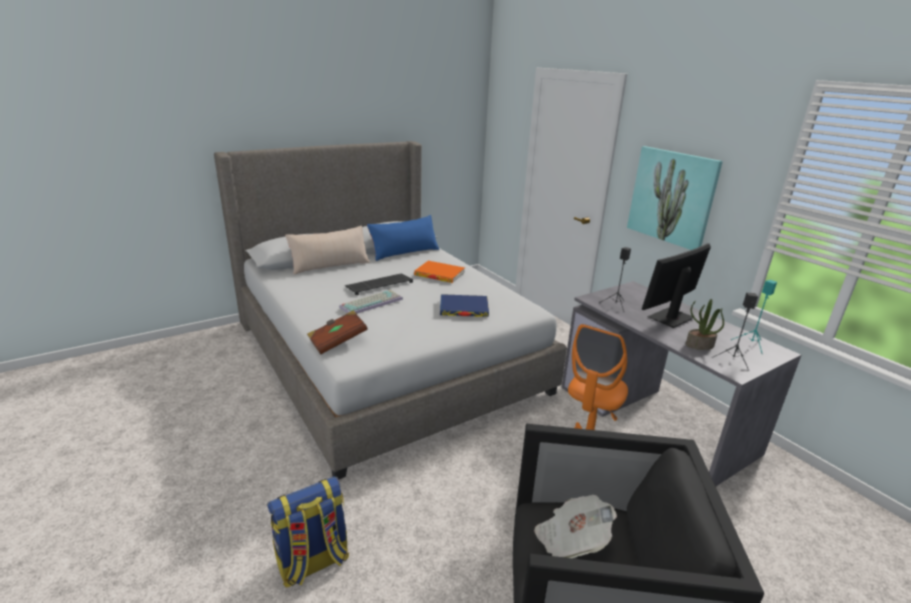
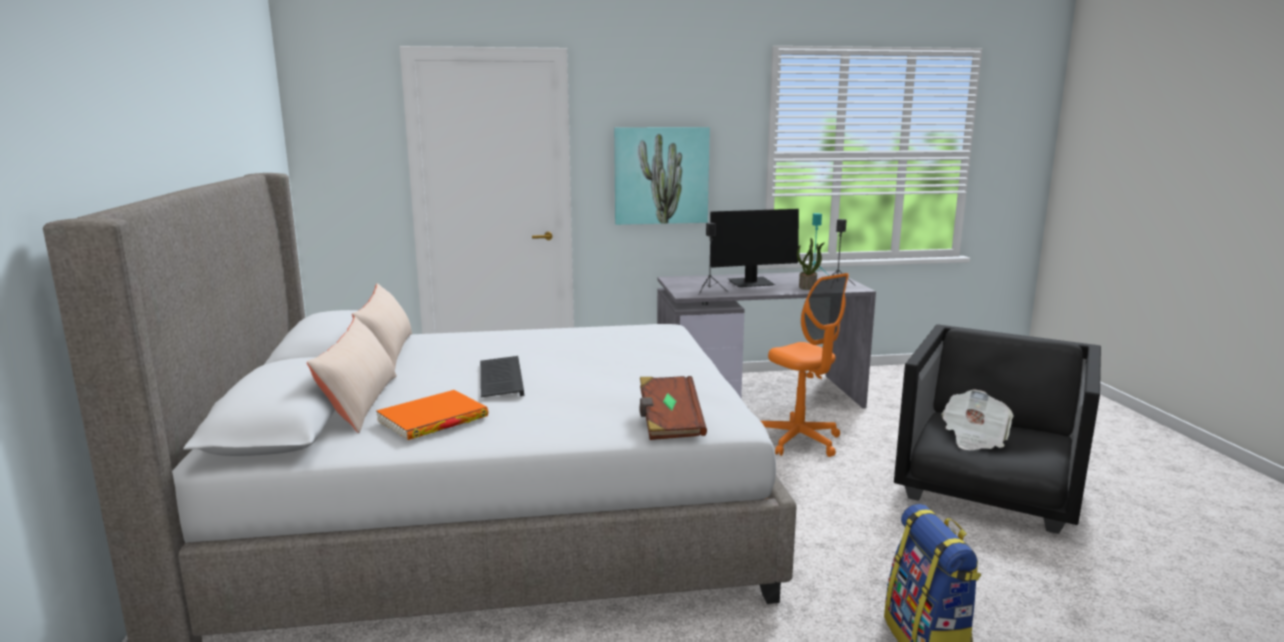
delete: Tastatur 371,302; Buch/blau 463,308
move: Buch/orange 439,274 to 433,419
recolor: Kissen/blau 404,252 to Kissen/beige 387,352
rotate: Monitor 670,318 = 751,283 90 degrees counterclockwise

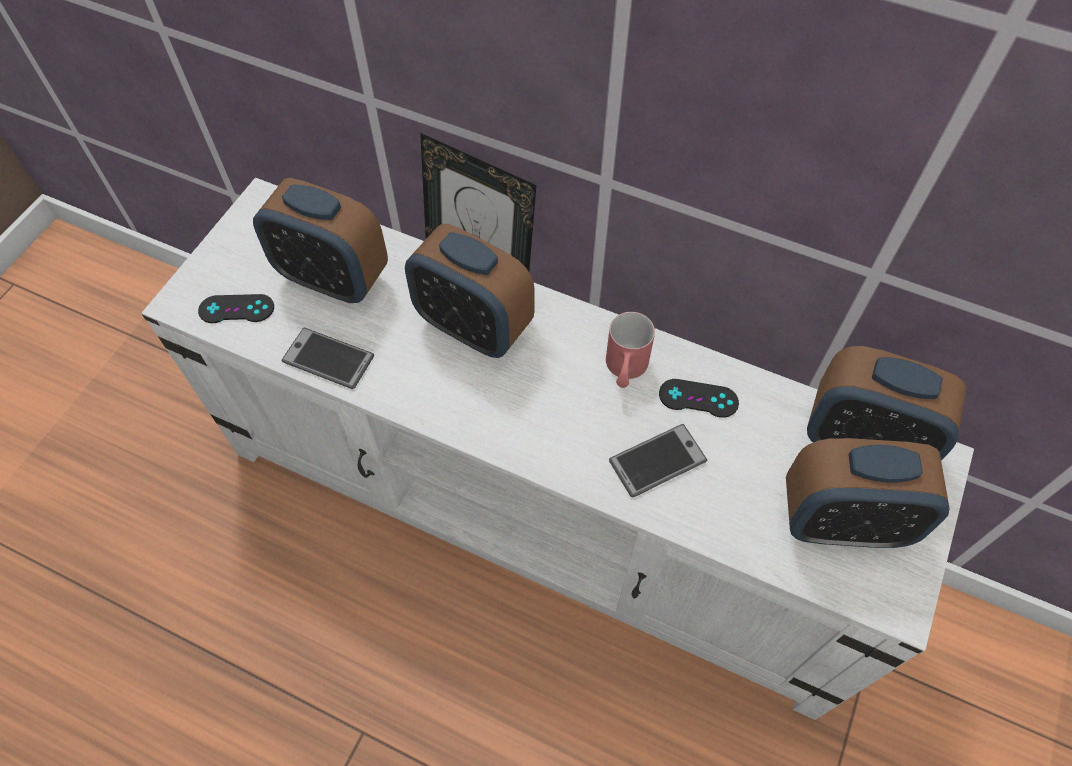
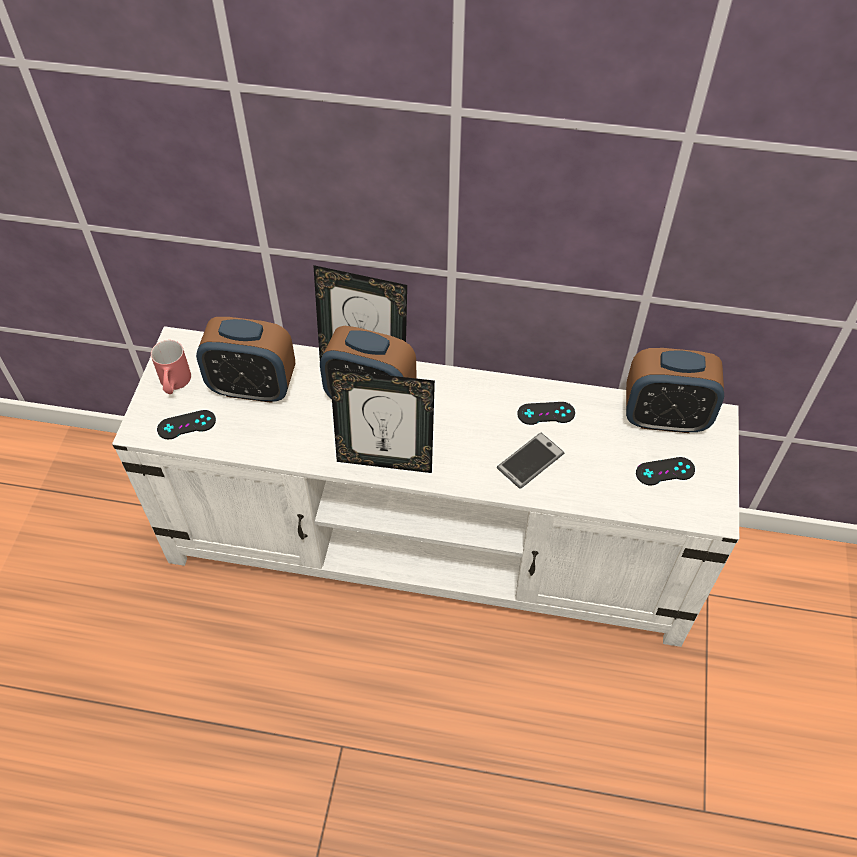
delete: Handy 328,359
insert: Bilderrahmen 385,460
move: Henkelbecher/rot 625,371 to 174,384
replace: Wecker 842,521 to Gamepad/schwarz 665,471

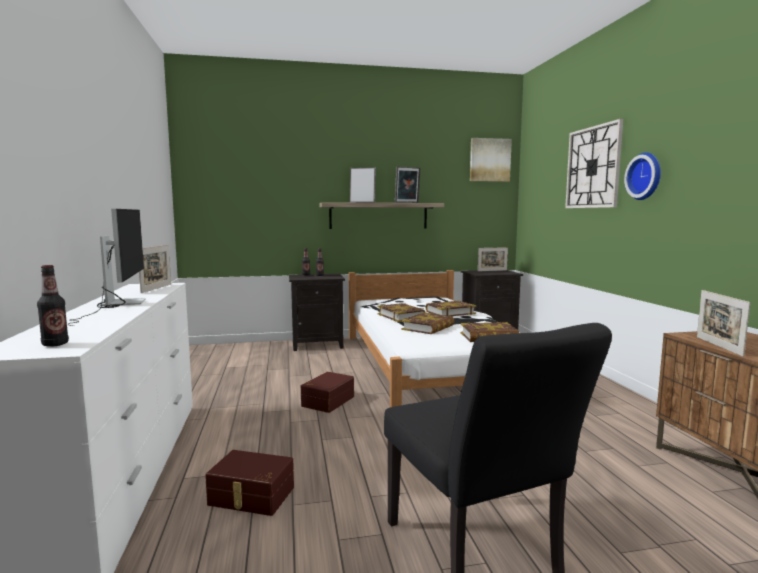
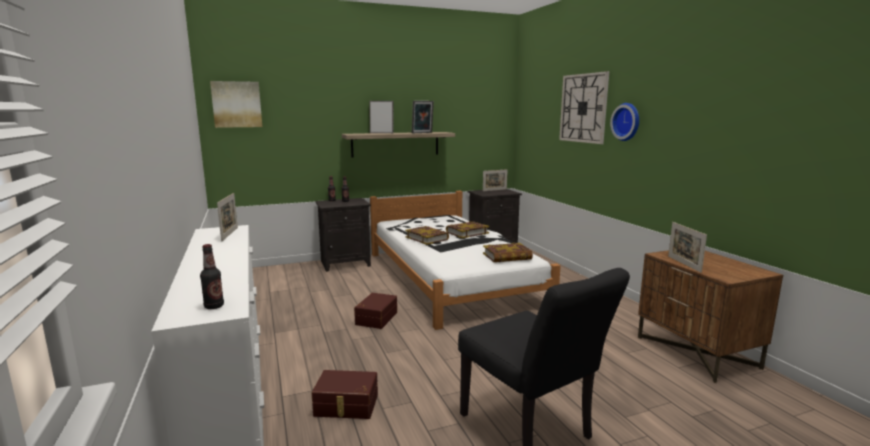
delete: Monitor 118,305; Buch 428,327
move: Bild 489,160 to 237,104

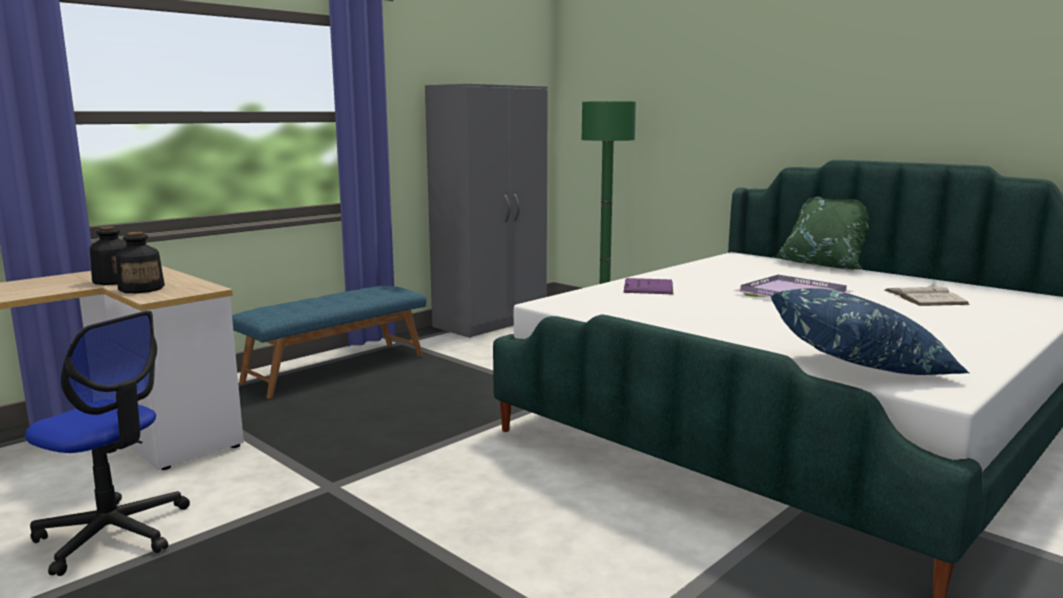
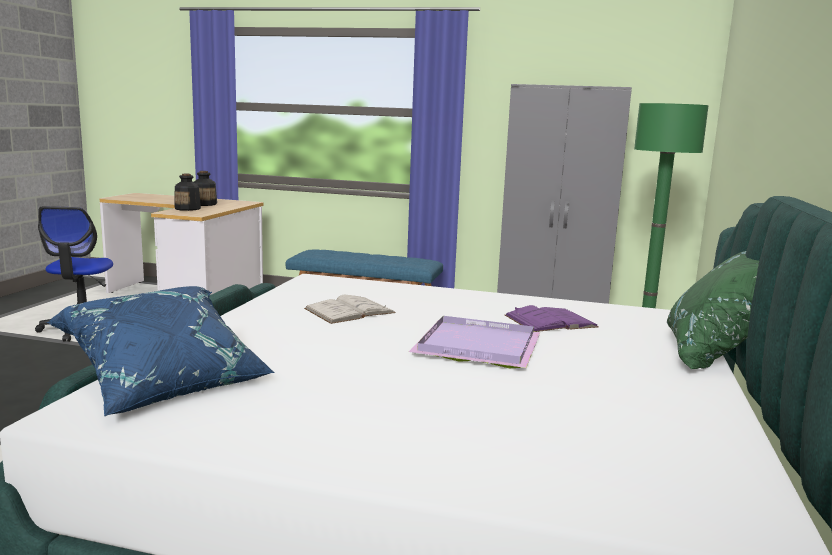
move: Buch/lila 648,287 to 550,321; Buch/weiß 925,297 to 349,311

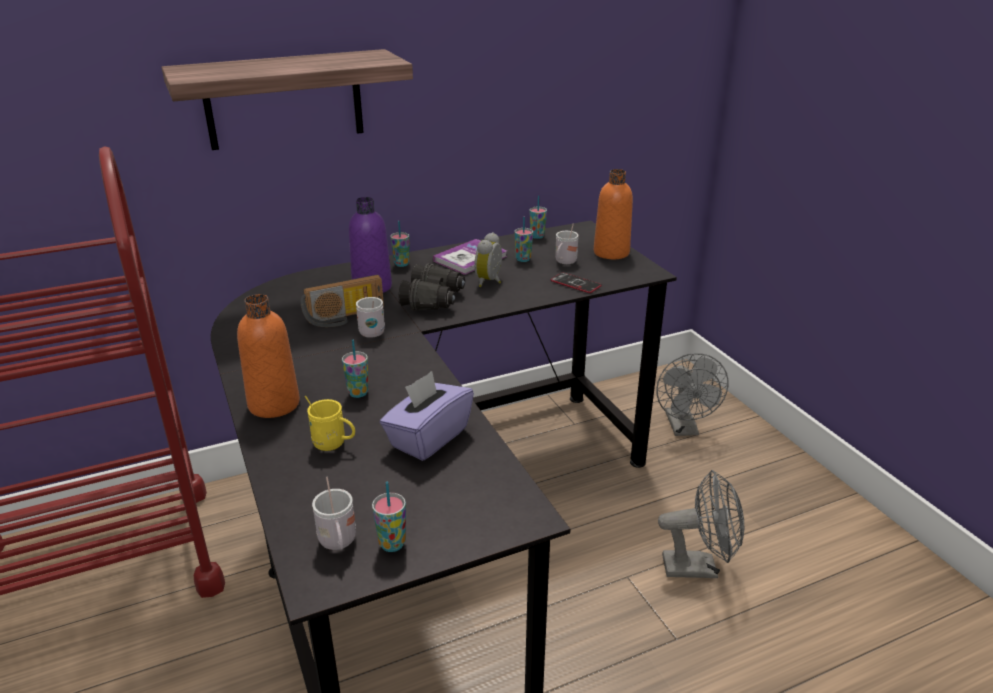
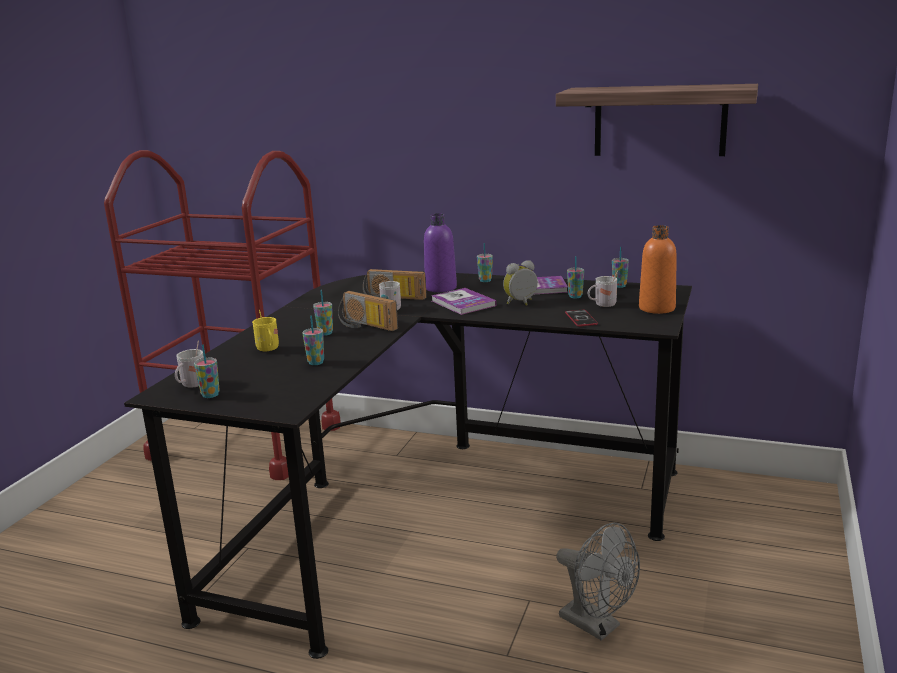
delete: Flasche/orange 274,404; Ventilator/grau 684,428
insert: Radio 365,326
move: Wandregal 284,99 to 659,121
replace: Fernglas/schwarz 434,299 to Buch 463,303; Taschentuchbox/lila 428,437 to Tasse 316,362

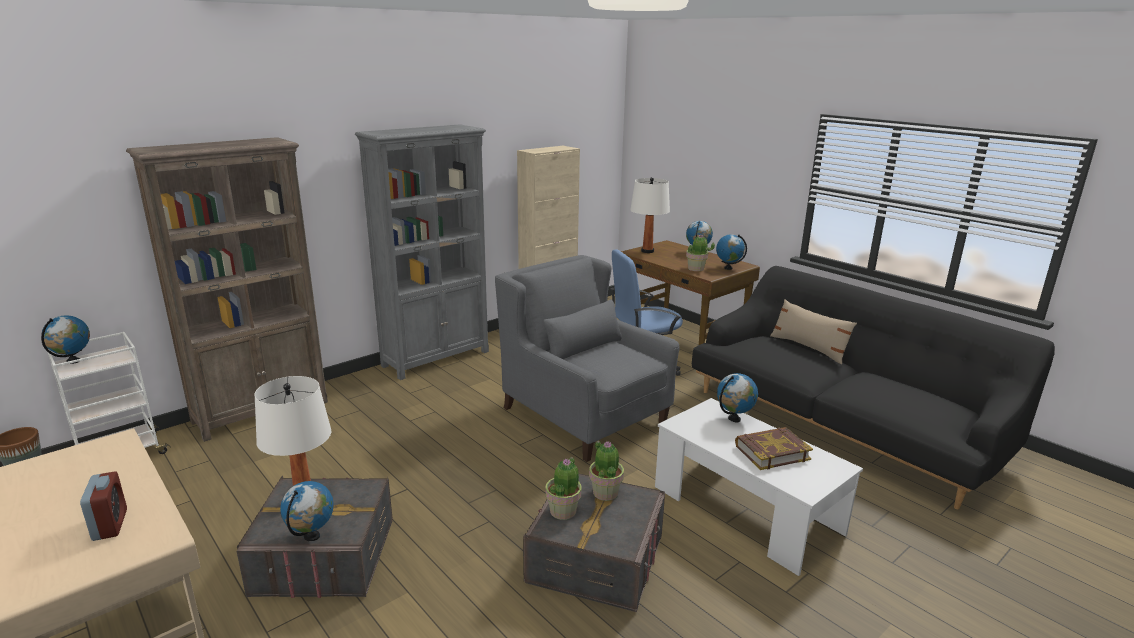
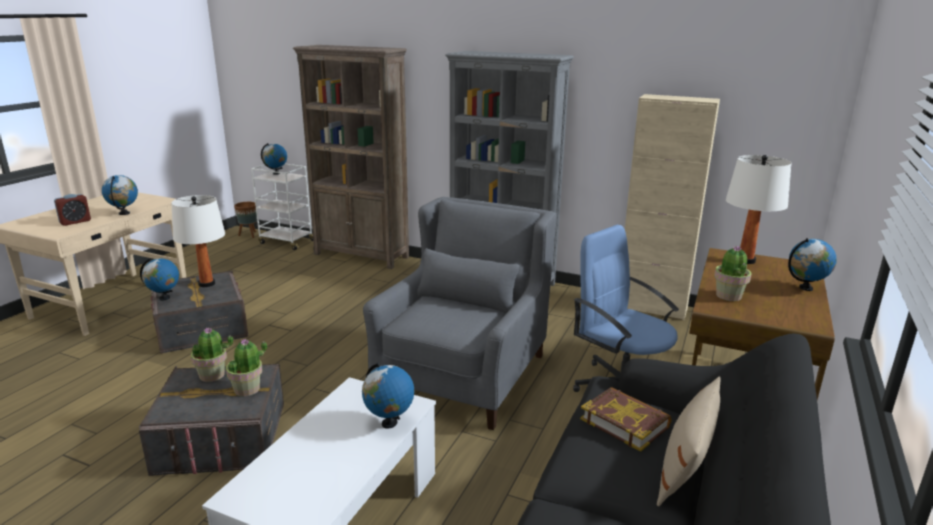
move: Globus 728,268 to 124,213; Buch 771,452 to 625,422

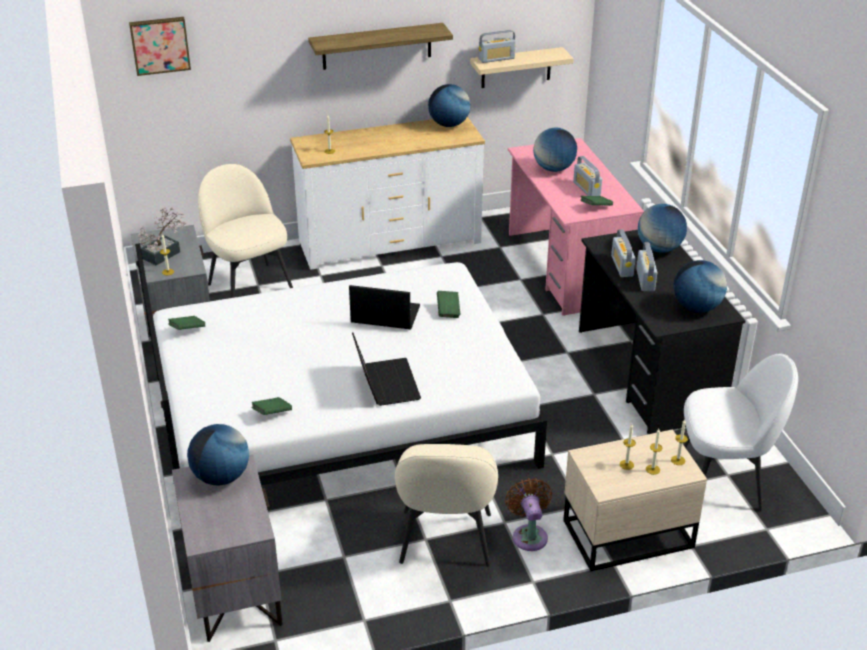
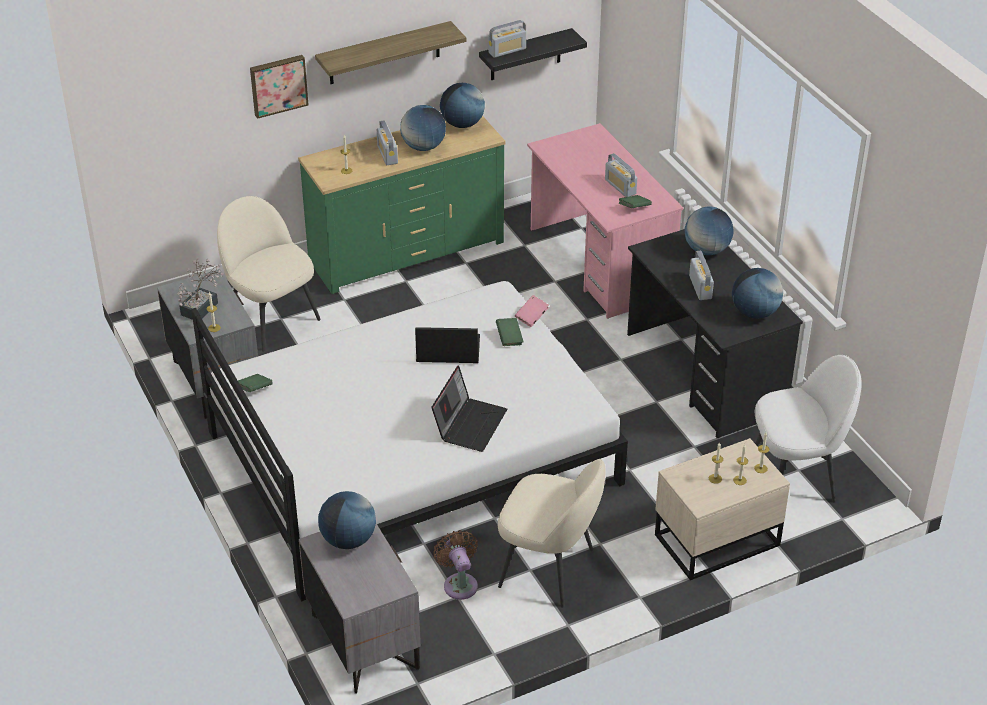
delete: Buch/grün 272,413
insert: Buch/rosa 531,317
move: Bild 160,45 to 278,85; Globus 554,169 to 423,147; Radio 622,266 to 387,154; Ventilator/braun 529,535 to 459,583
recolor: Wandregal/beige 516,68 to Wandregal/schwarz 525,55; Kommode/weiß 389,242 to Kommode/grün 406,251
rotate: Laptop 385,383 = 469,424 45 degrees clockwise; Stuhl/beige 445,540 = 549,569 60 degrees counterclockwise

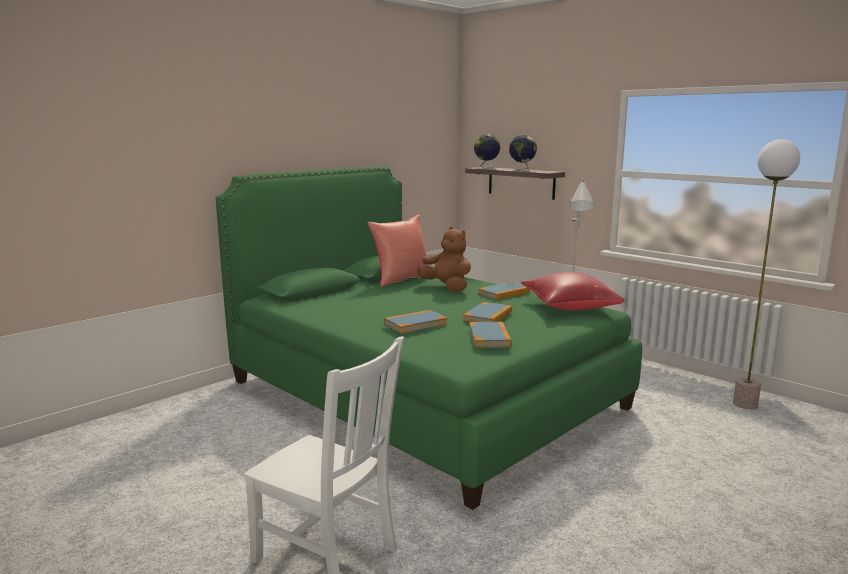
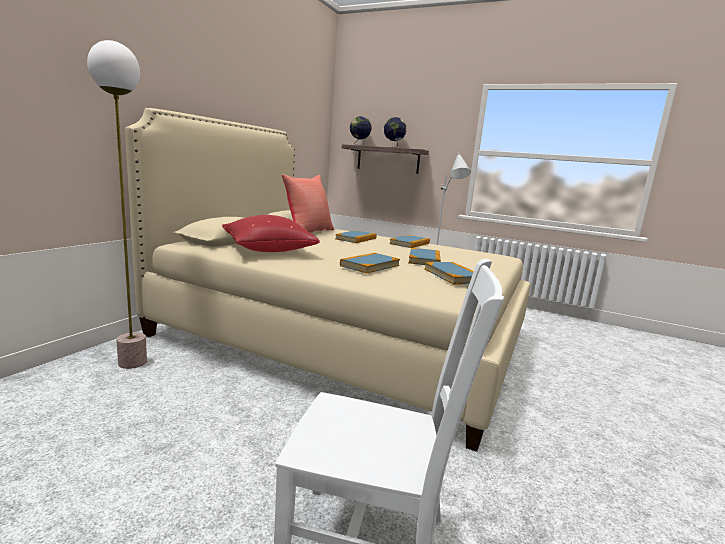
move: Stehlampe 745,404 to 132,362; Kissen/rot 568,307 to 267,251
replace: Plüschtier/braun 446,287 to Buch 356,239
recolor: Bett/grün 422,394 to Bett/beige 342,336

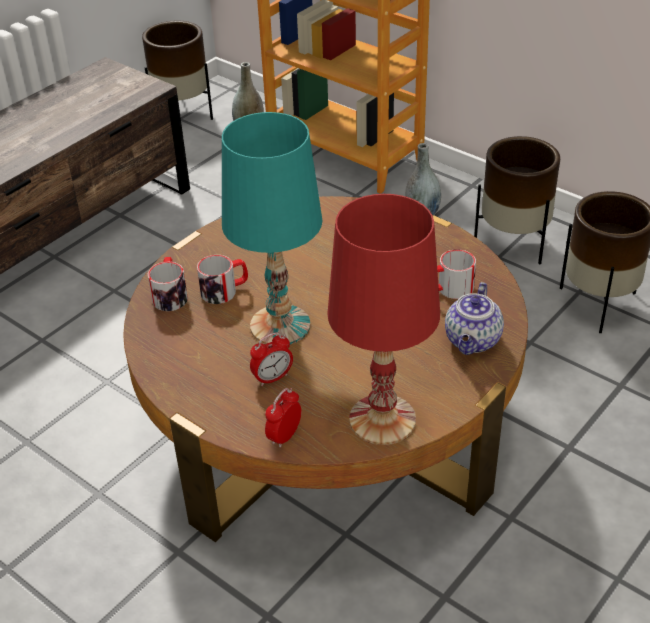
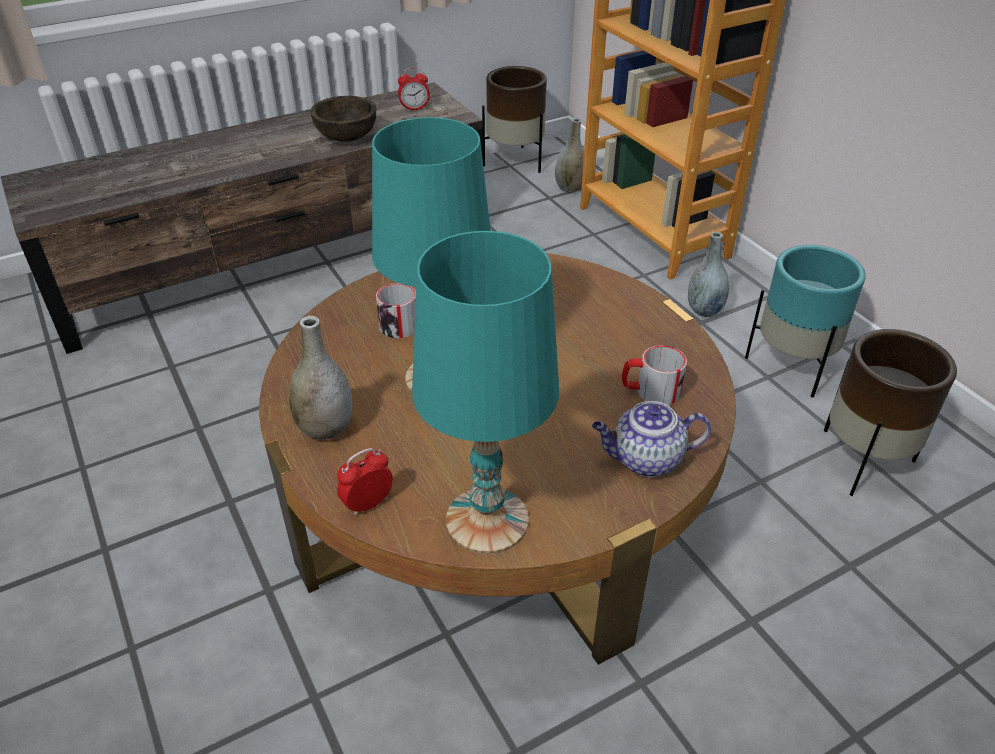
delete: Henkelbecher 170,295
insert: Schüssel/braun 346,137; Vase/grau 326,428
move: Wecker 272,378 to 414,108
recolor: Pflanzkübel/braun 513,243 to Pflanzkübel/türkis 791,366; Tischlampe/rot 383,419 to Tischlampe/türkis 488,519
rotate: Teekanne 473,341 = 645,460 45 degrees clockwise

